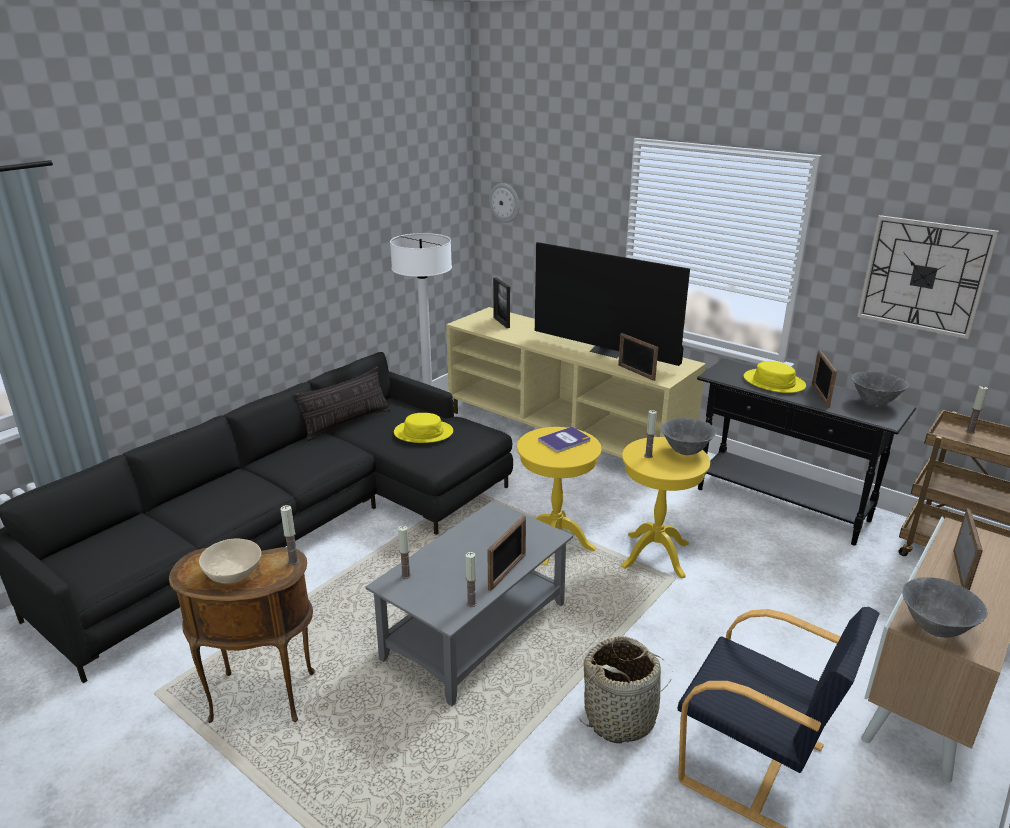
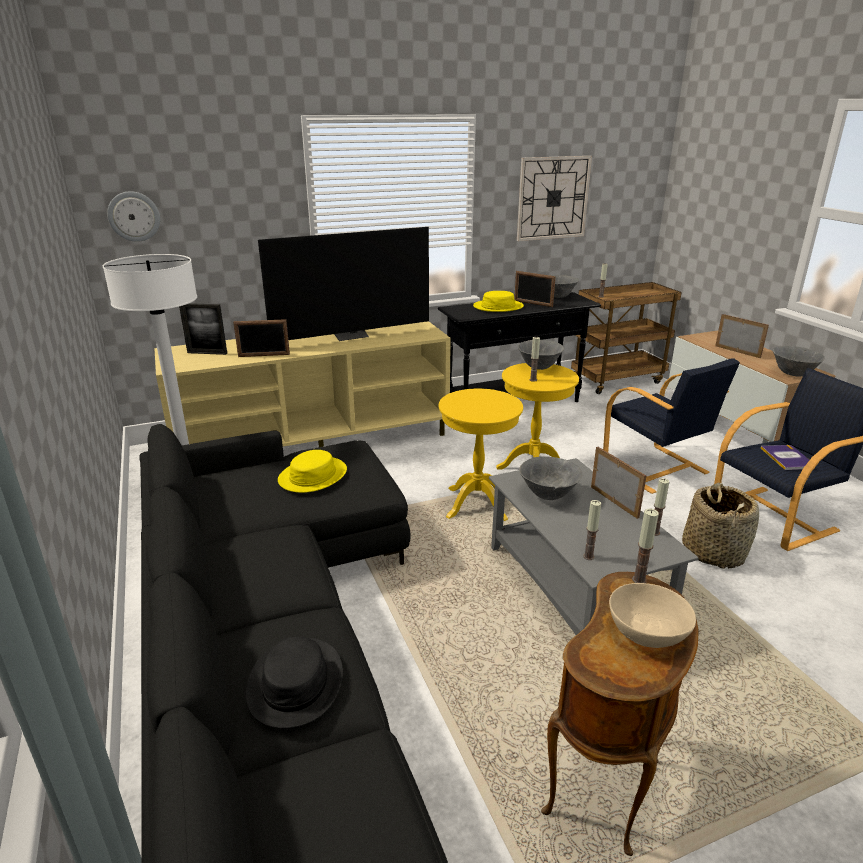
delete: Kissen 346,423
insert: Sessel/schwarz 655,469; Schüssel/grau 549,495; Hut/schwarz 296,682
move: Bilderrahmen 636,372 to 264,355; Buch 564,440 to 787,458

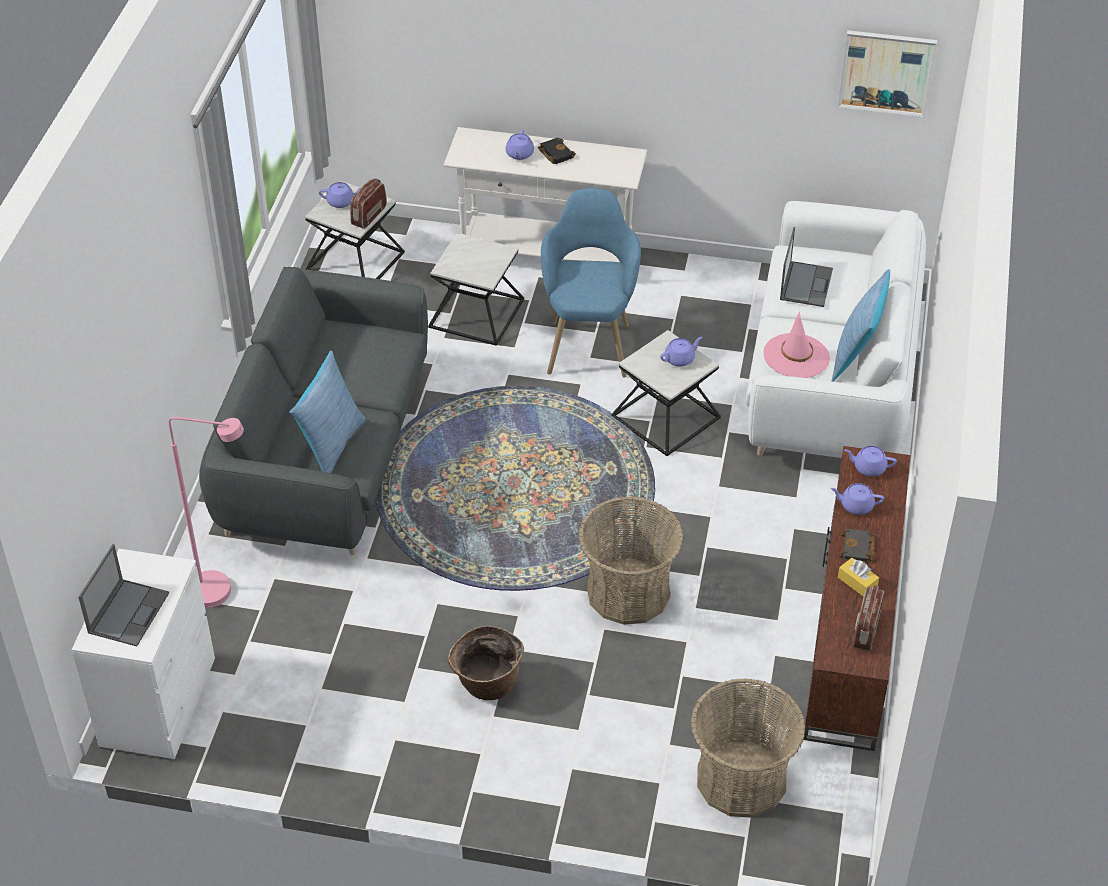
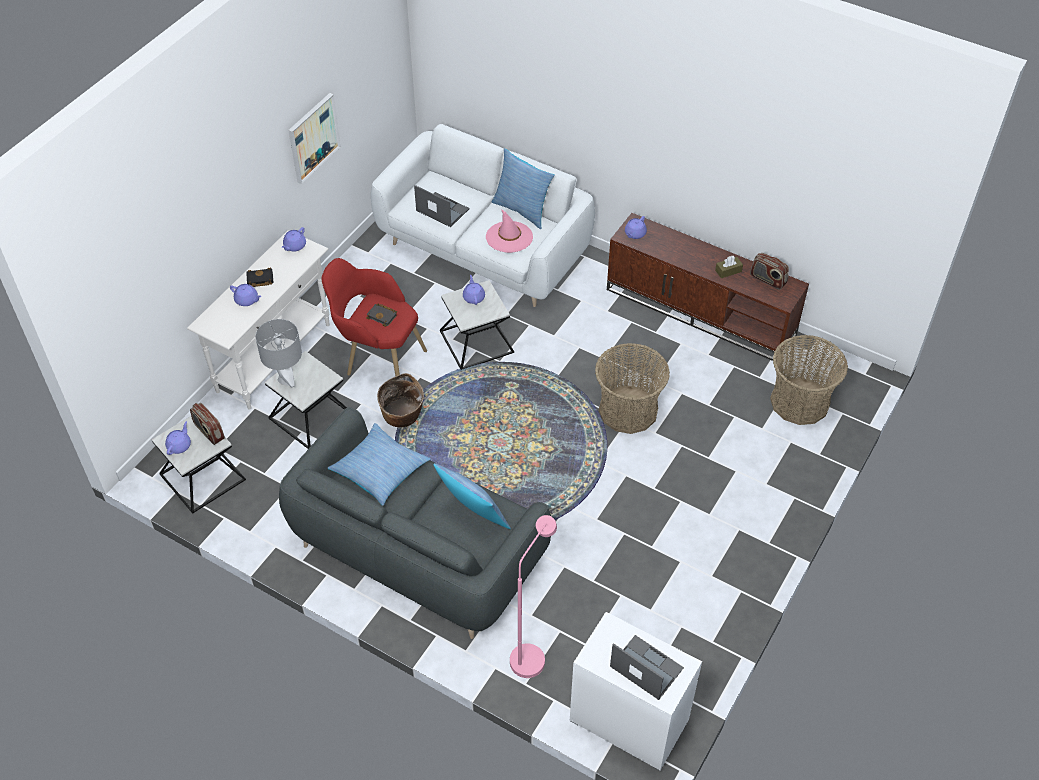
insert: Tischlampe/grau 286,379; Kissen 380,470
move: Bild 886,72 to 313,137; Teekanne/lila 856,505 to 294,246; Buch/schwarz 858,549 to 383,316; Korb 486,684 to 402,417
recolor: Sessel/blau 589,340 to Sessel/rot 377,359; Taschentuchbox/gelb 857,582 to Taschentuchbox/braun 728,271

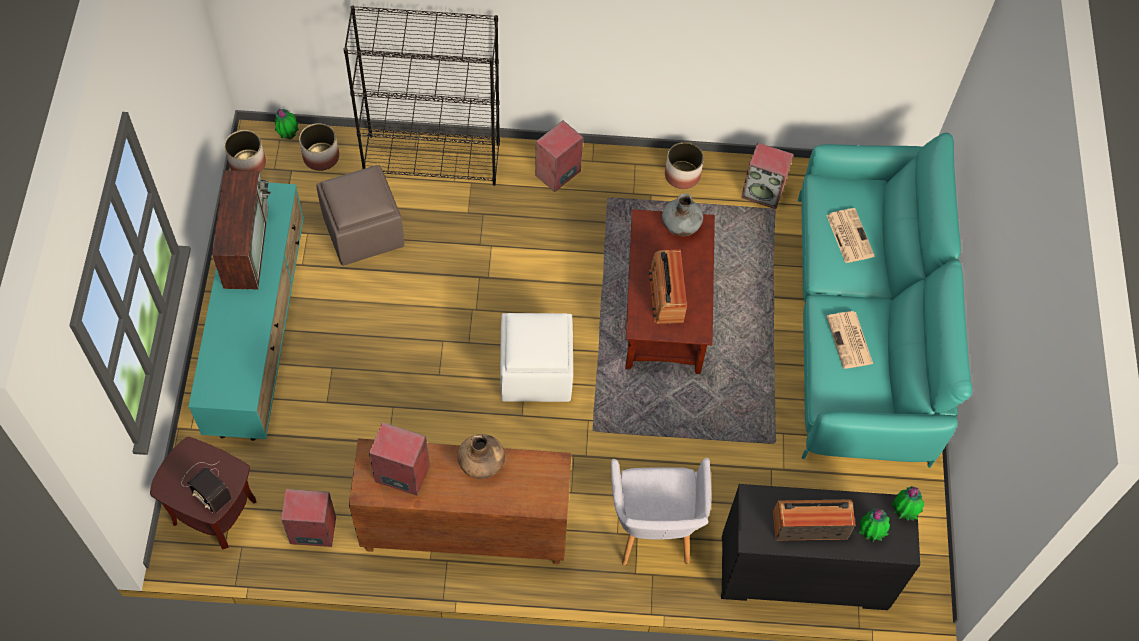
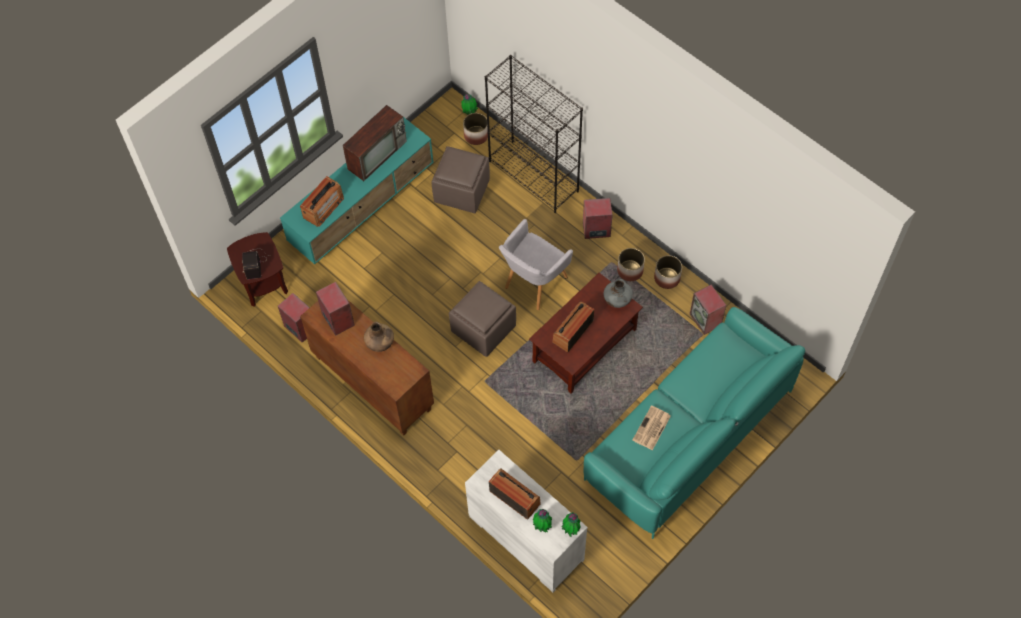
delete: Zeitung 849,235
insert: Radio 323,208
move: Pflanzkübel 247,163 to 630,270; Sessel/grau 653,533 to 534,284
recolor: Polsterhocker/weiß 537,372 to Polsterhocker/braun 483,329; Kommode/schwarz 803,574 to Kommode/weiß 525,538

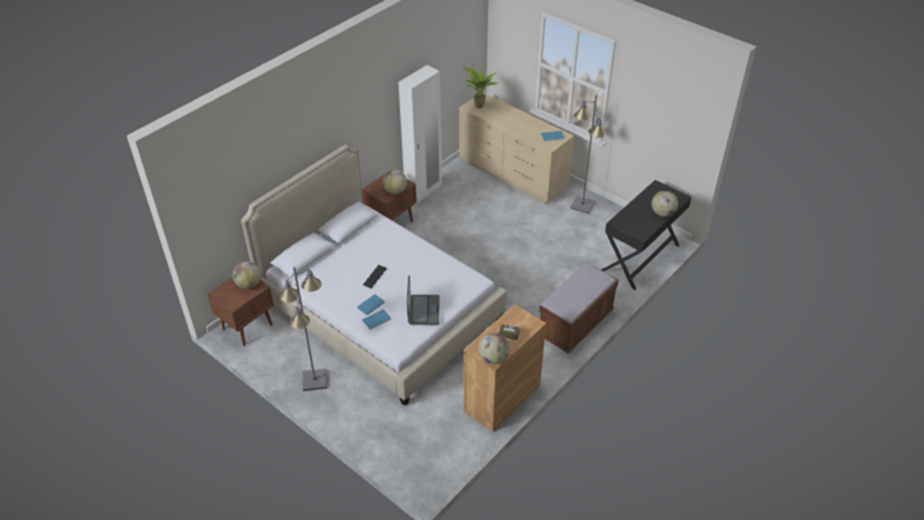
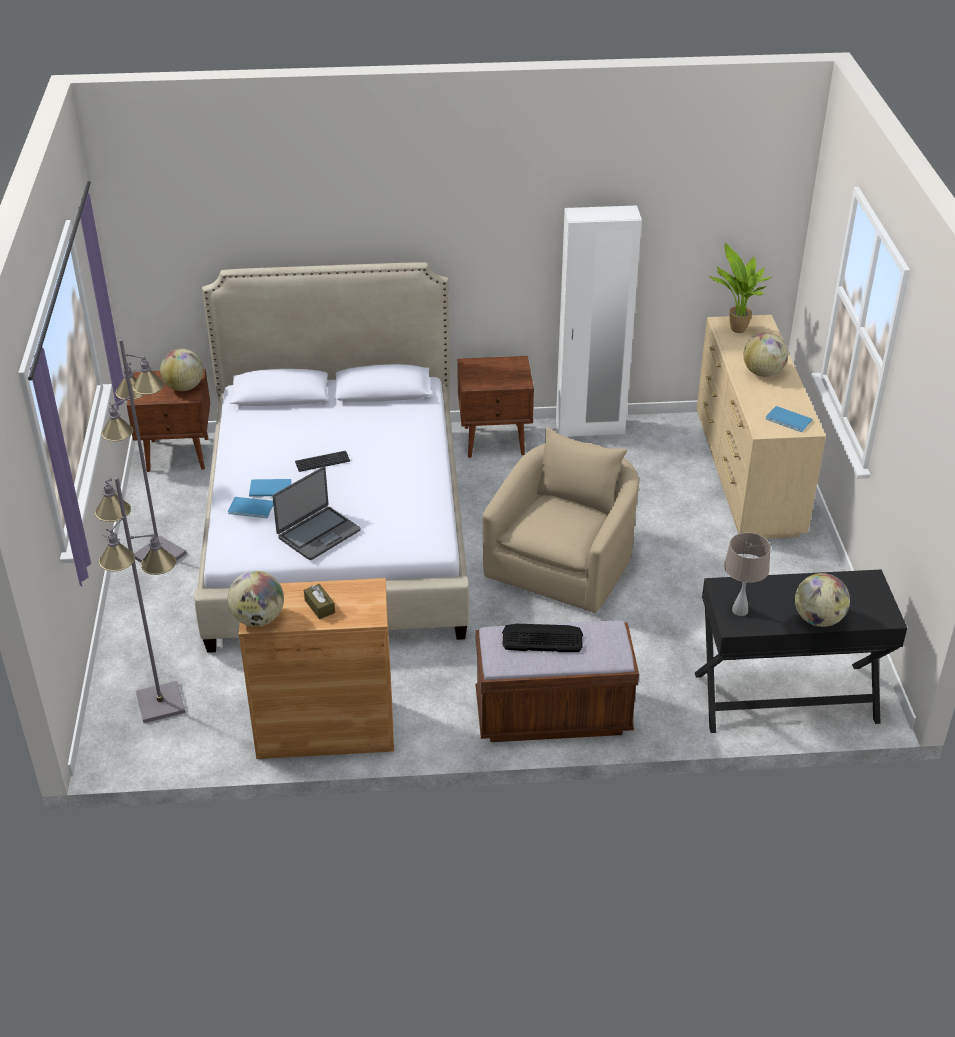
insert: Sessel/beige 564,562; Tischlampe/beige 740,610; Tastatur 542,639
move: Stehlampe/grau 582,205 to 161,702; Globus 395,191 to 763,373

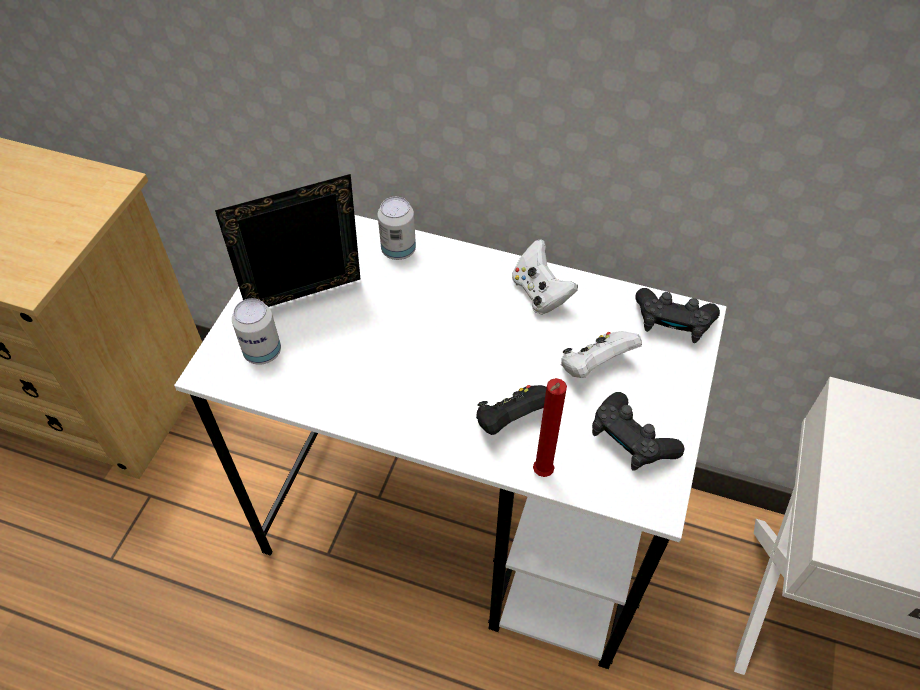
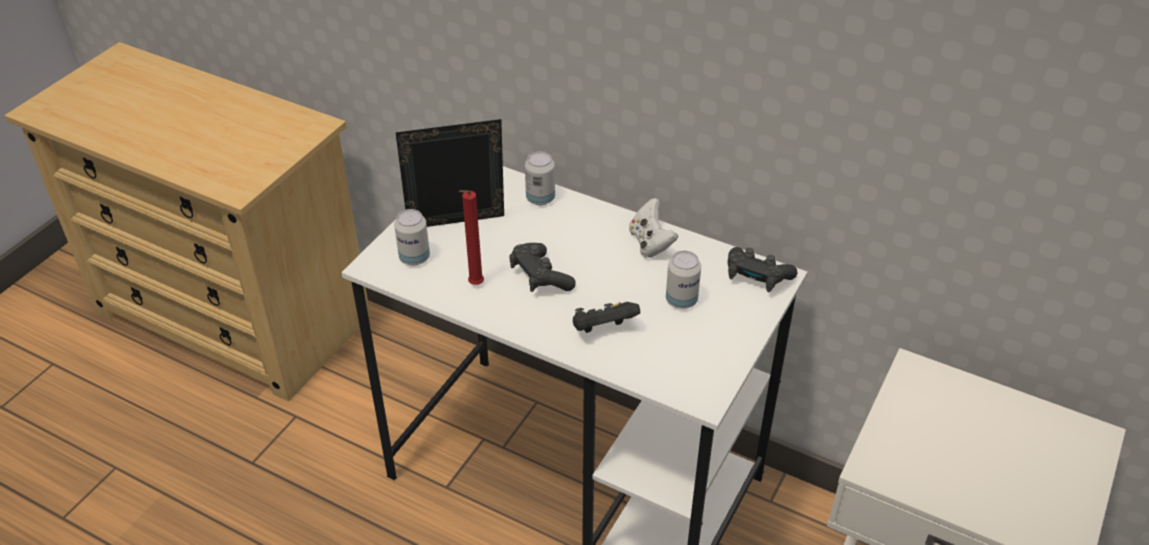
move: Kerze/rot 541,474 to 474,285; Gamepad/schwarz 630,441 to 540,277
replace: Gamepad/weiß 594,366 to Dose 681,300

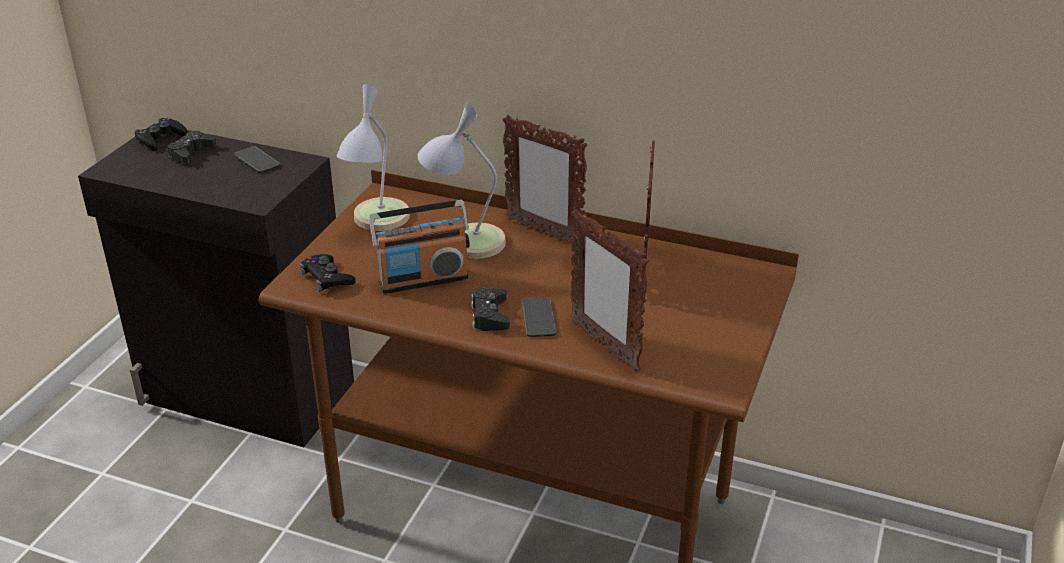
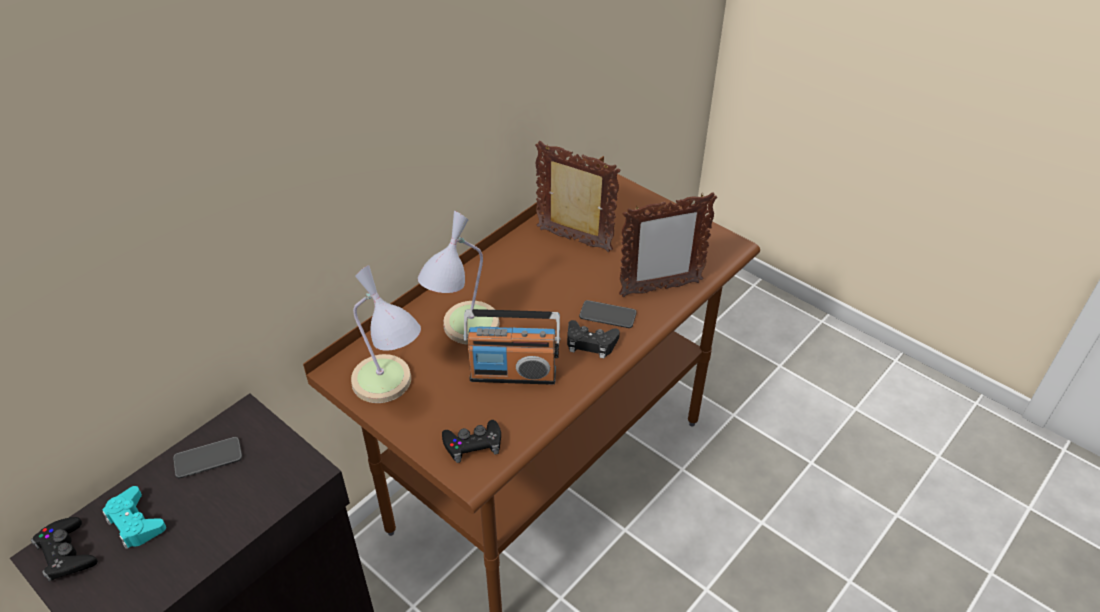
delete: Bilderrahmen 543,232
recolor: Gamepad/schwarz 191,153 to Gamepad/türkis 135,522
rotate: Radio 423,279 = 513,373 90 degrees clockwise

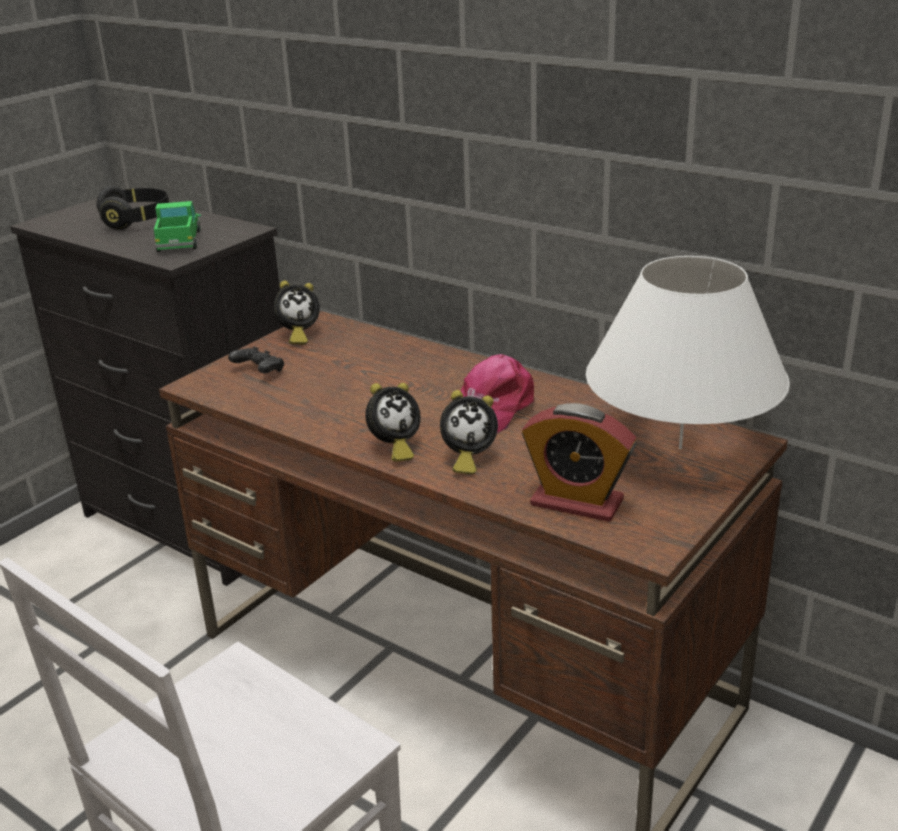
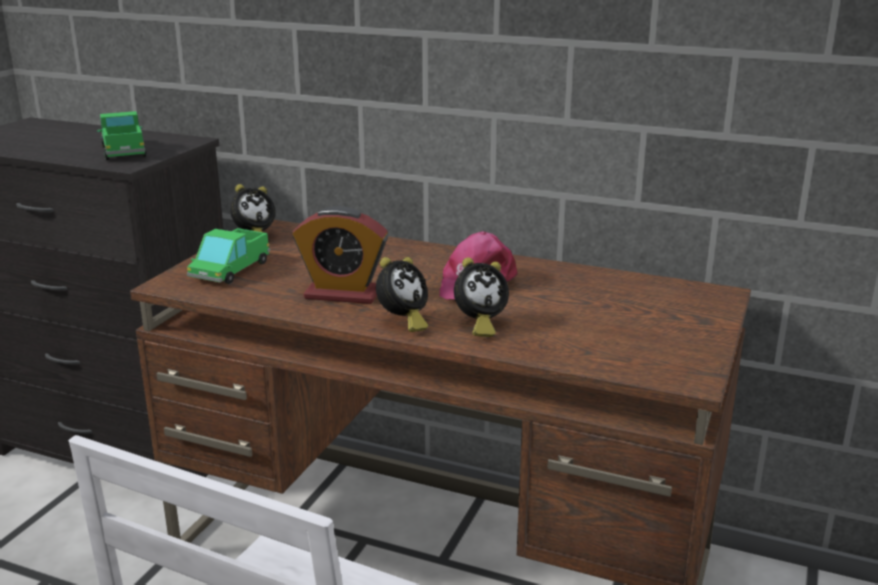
delete: Kopfhörer/schwarz 136,221; Tischlampe/weiß 679,448
move: Wecker 576,502 to 343,294
replace: Gamepad/schwarz 259,372 to Spielzeuglaster 230,270

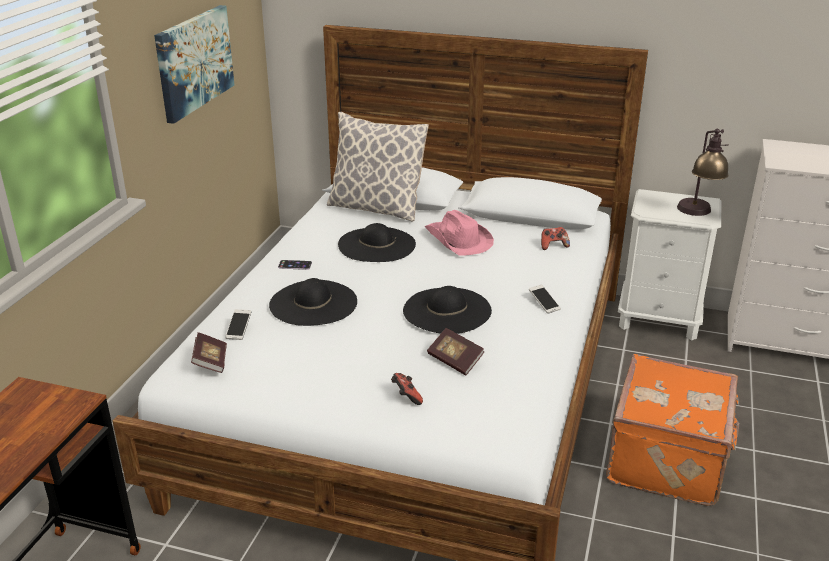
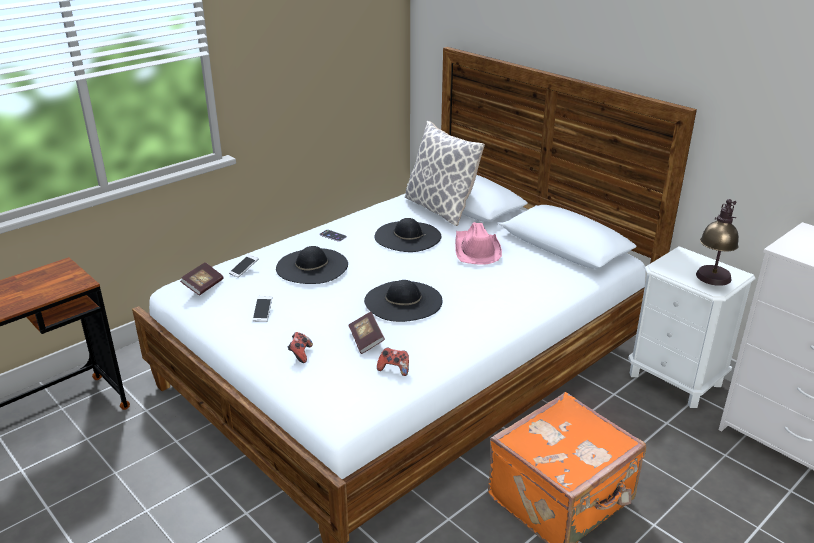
delete: Bild 194,61
move: Gamepad 553,246 to 394,369; Handy 544,303 to 262,313

